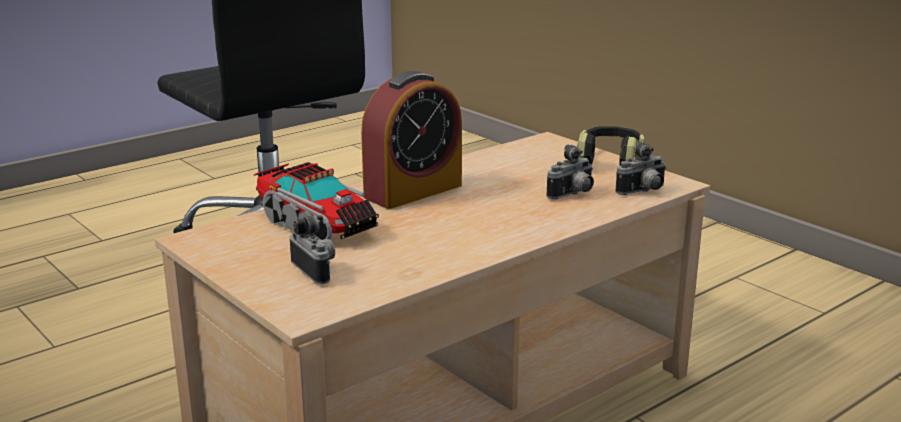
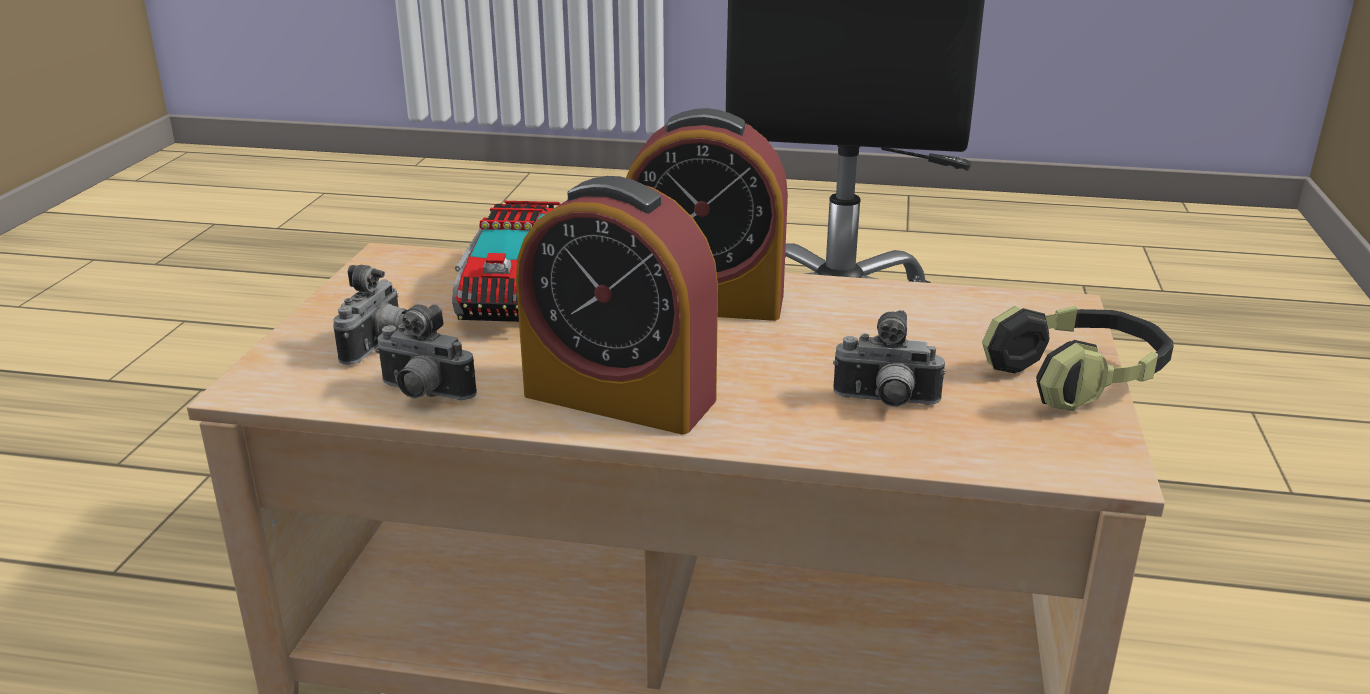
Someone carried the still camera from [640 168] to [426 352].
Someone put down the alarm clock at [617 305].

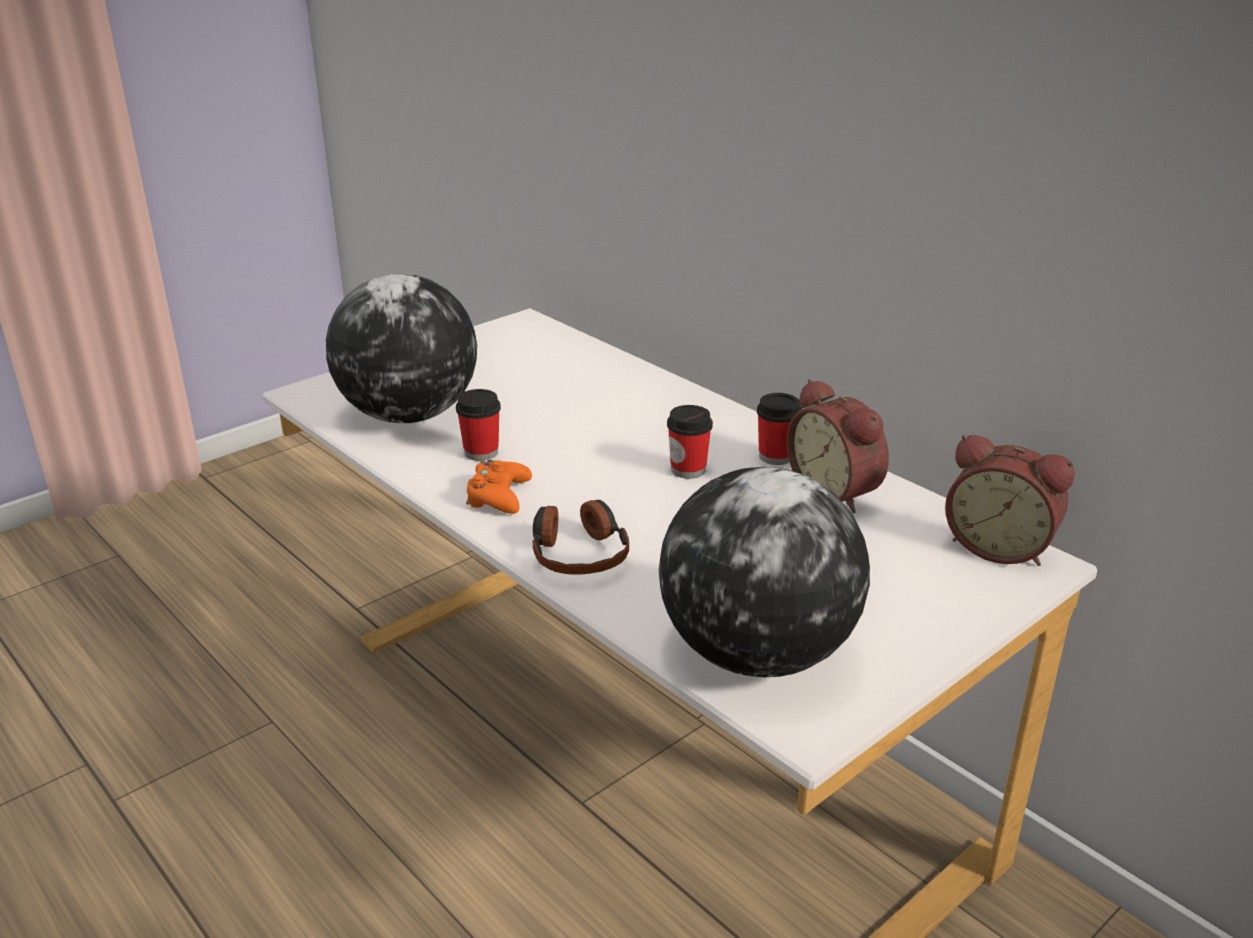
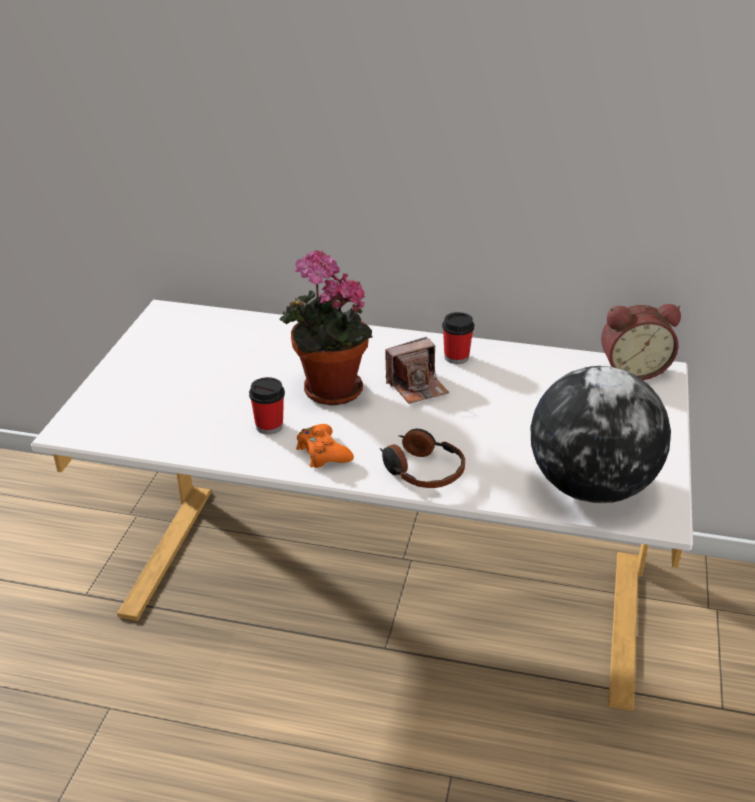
Someone took away the globe at [401 348].
Someone swapped the small cup at [690 442] for the still camera at [417 370].
Someone took away the alarm clock at [837 446].
Someone put down the houseplant at [325 327].

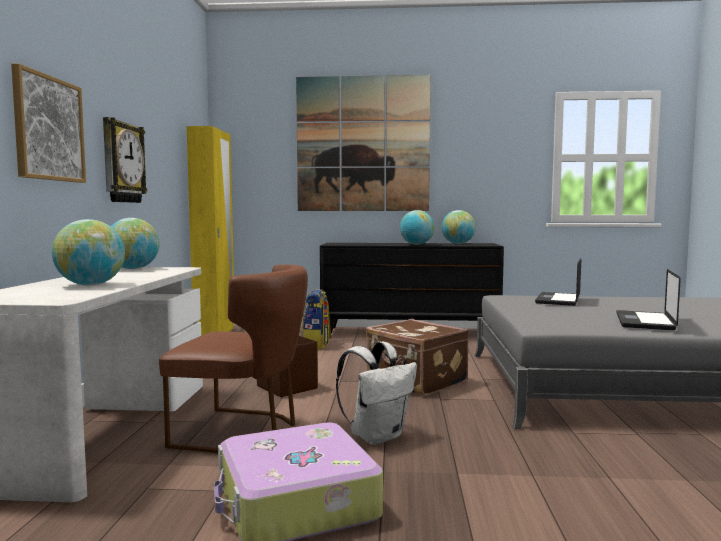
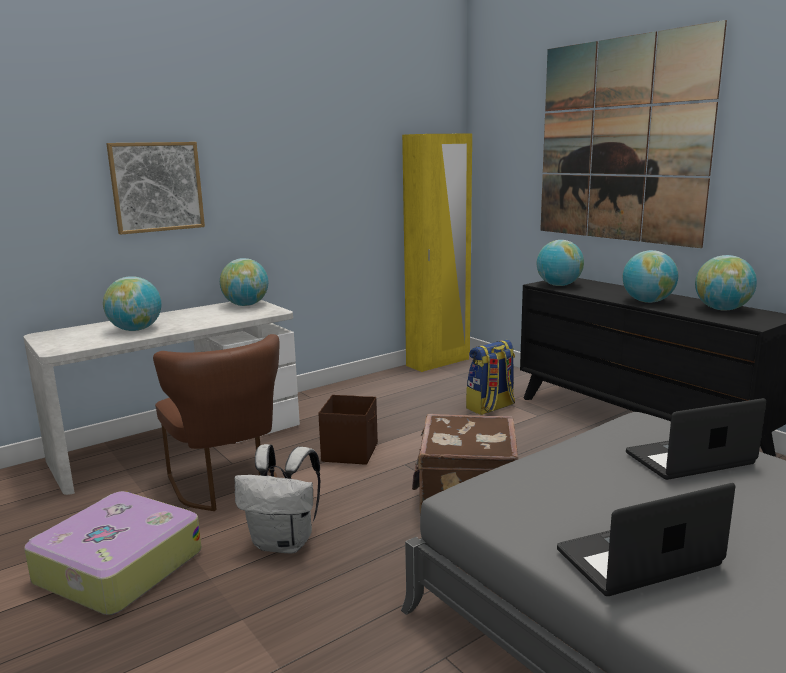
Someone took away the clock on the wall at [125 160].
Someone put down the globe at [560 263].

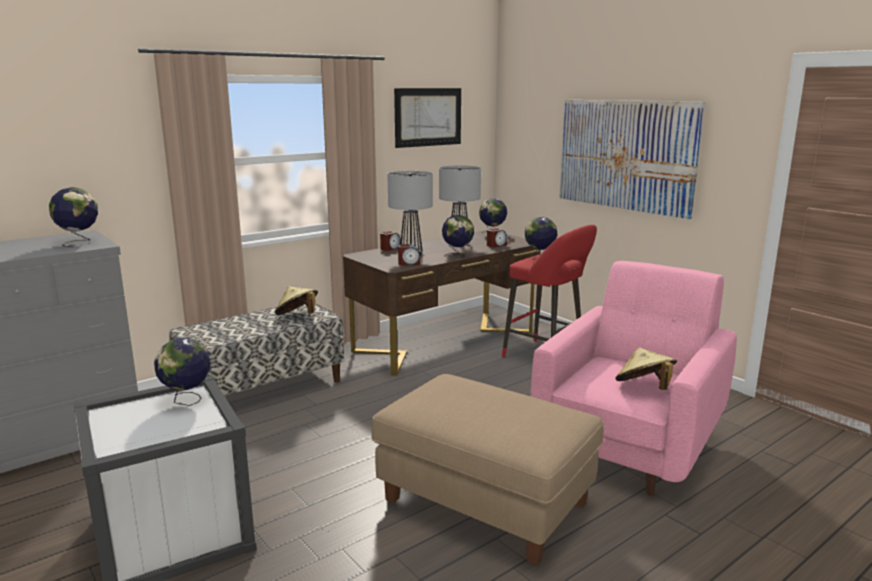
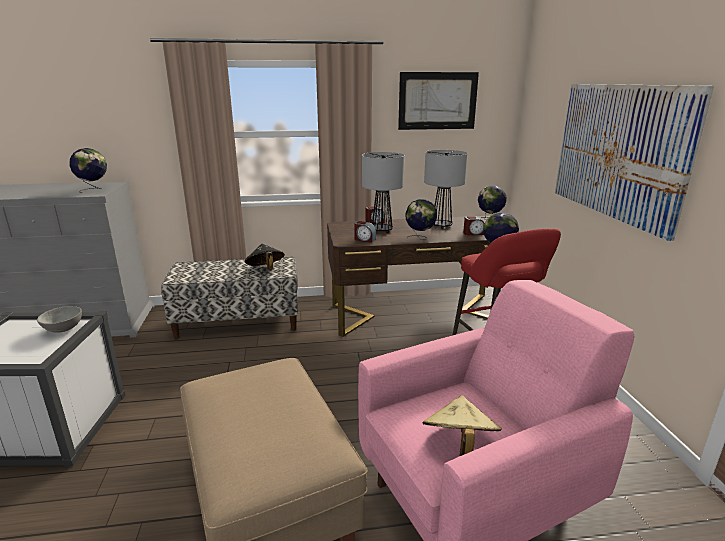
Someone swapped the globe at [182 371] for the gray deep dish at [59 319].
Someone repainted the sand-coloured wearable hat at [296 300], which became the black wearable hat at [265 257].

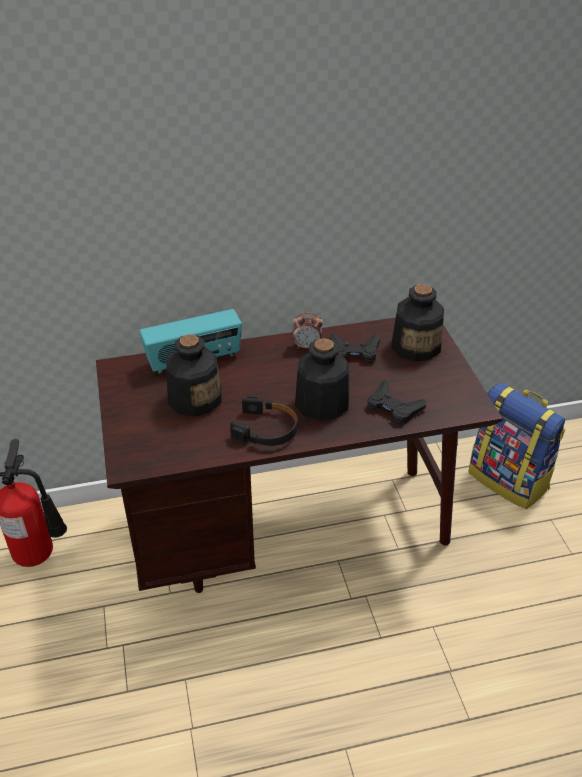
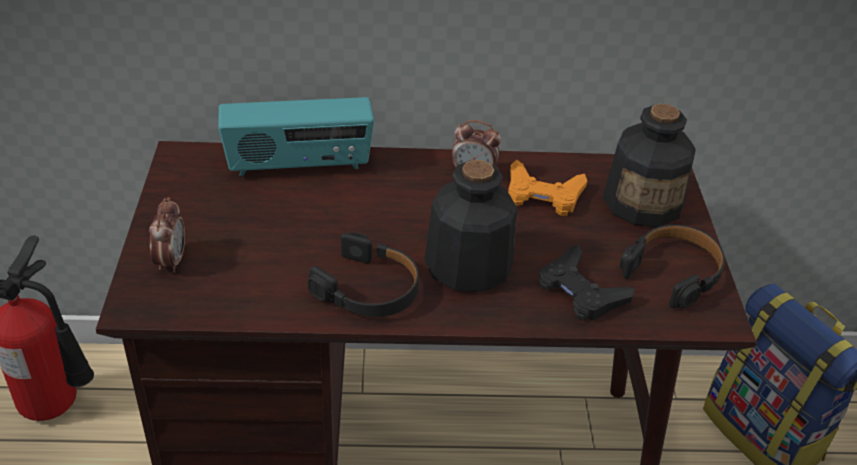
Someone took away the bottle at [194 375].
Someone repainted the black joypad at [355 348], which became the orange joypad at [547 188].
Someone put down the alarm clock at [167 235].
Someone put down the black headset at [672 266].

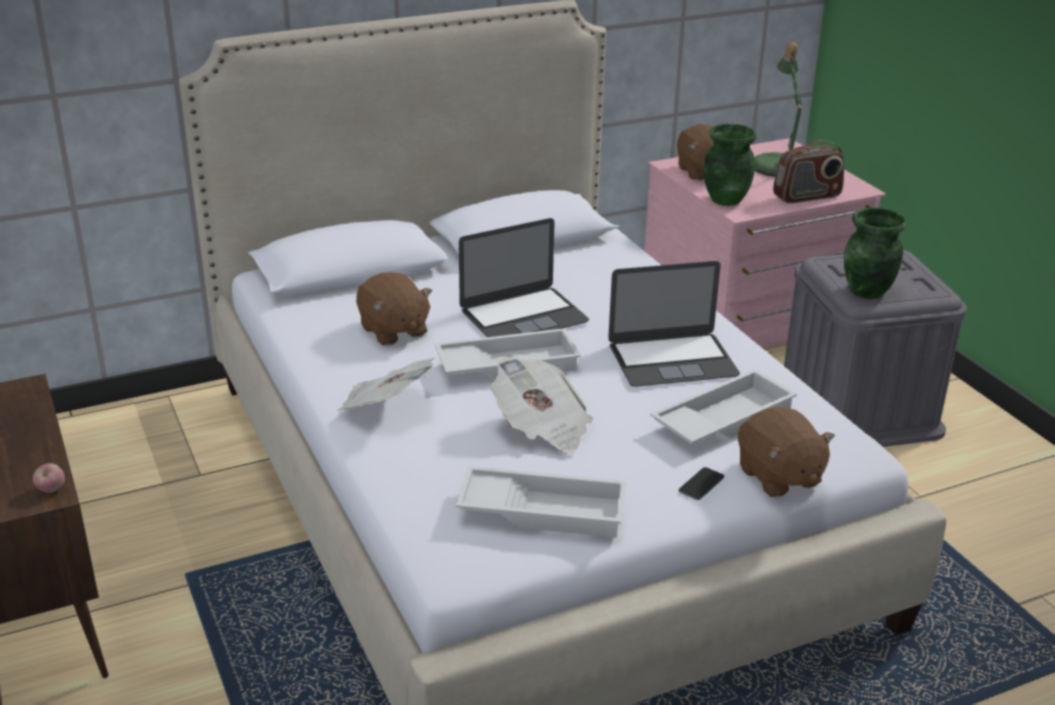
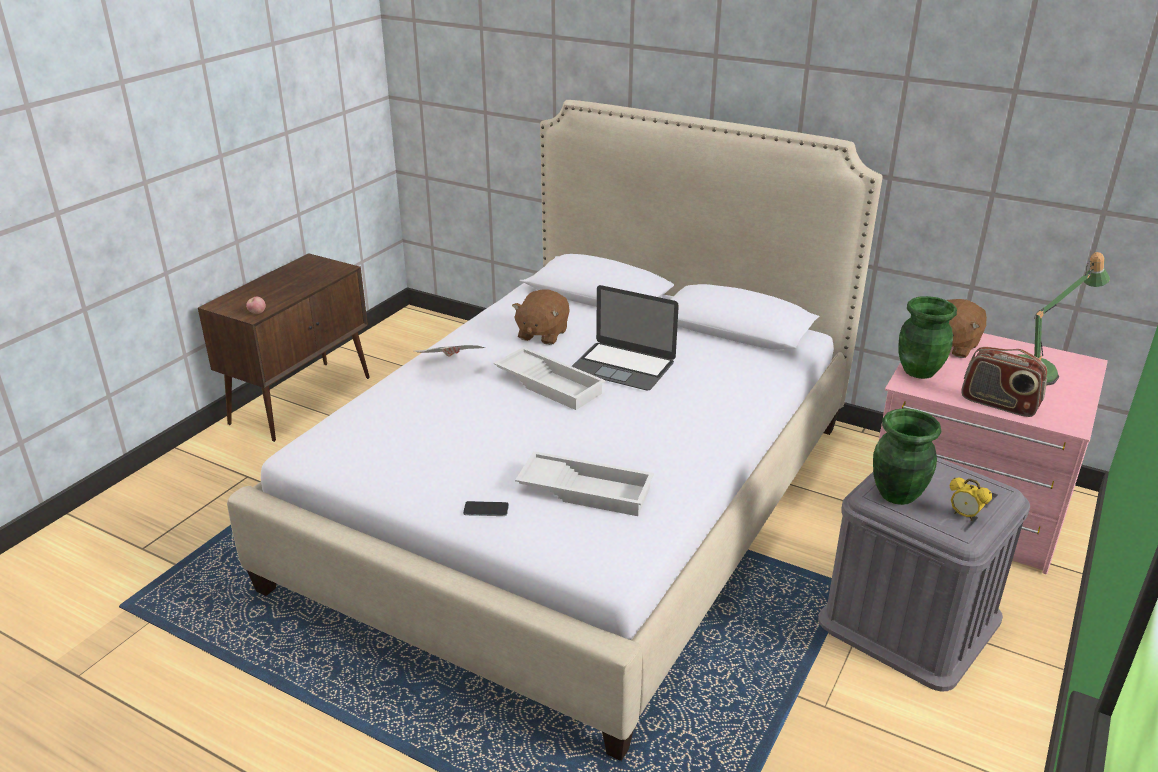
Someone took away the white carrying tray at [541 502].
Someone took away the daily paper at [541 405].
Someone took away the notebook computer at [674 324].
Someone took away the brownish soft toy at [786 453].
Someone put down the alarm clock at [971 499].

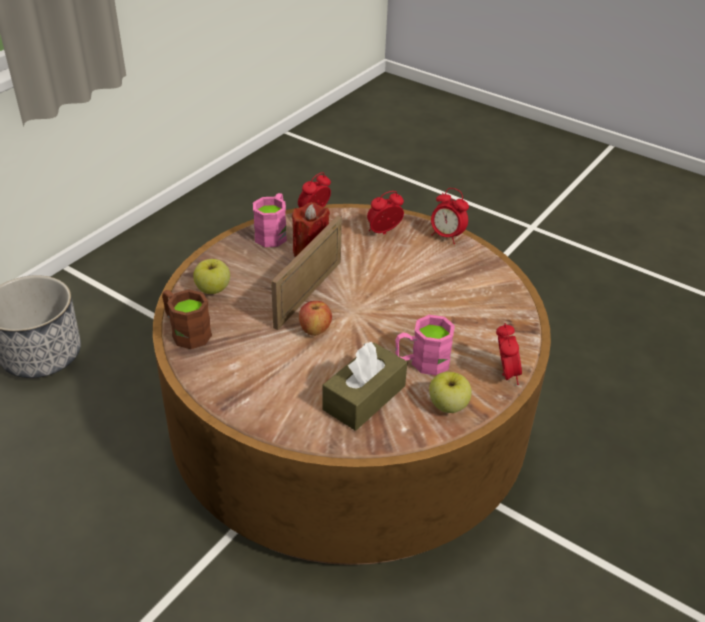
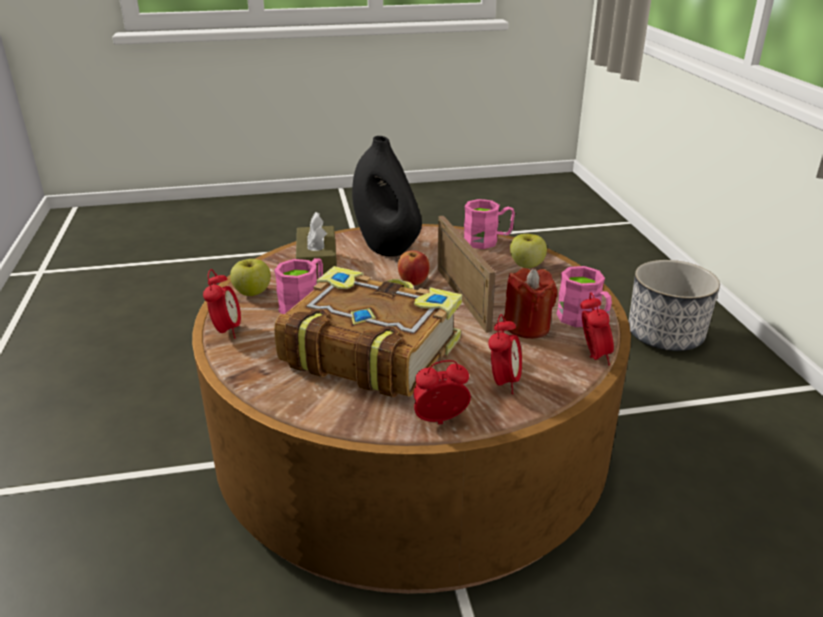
Someone repainted the brownish coffee mug at [187 319], which became the pinkish coffee mug at [489 224].
Someone rotated the alarm clock at [509 354] by 135 degrees counterclockwise.
Someone put down the bound book at [368 331].
Someone put down the black flower vase at [387 196].

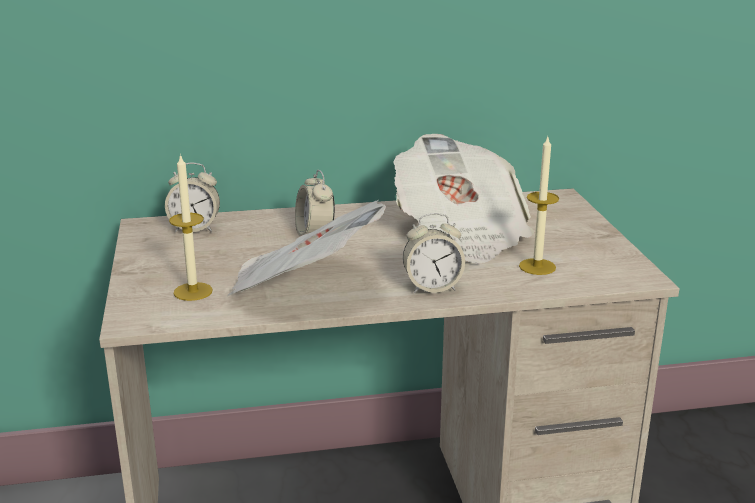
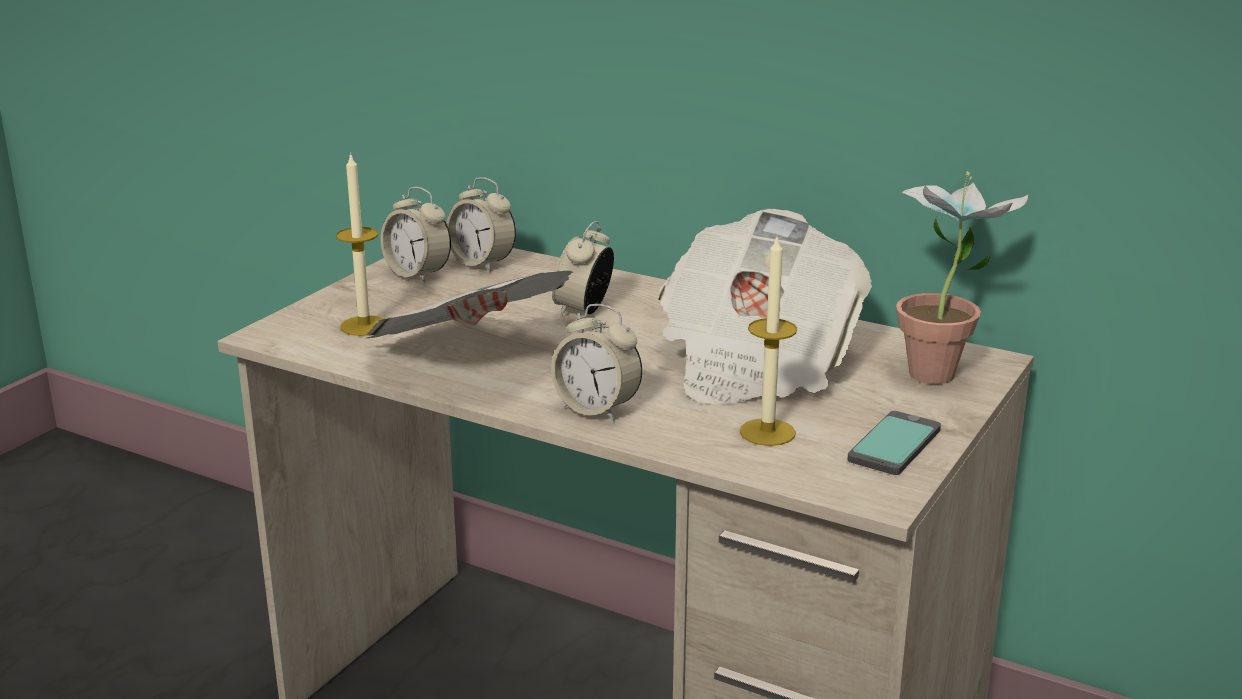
Someone put down the alarm clock at [416 235].
Someone put down the phone at [894 443].
Someone put down the houseplant at [962 277].

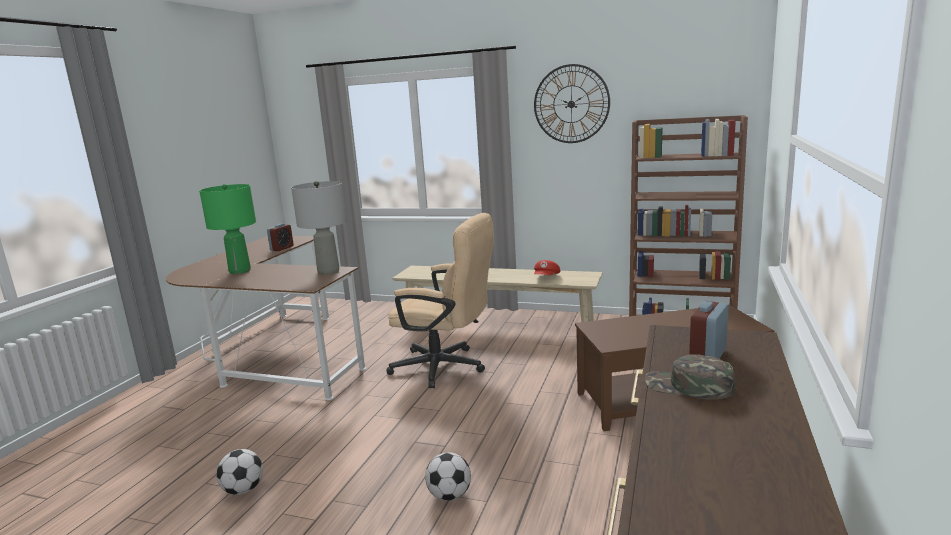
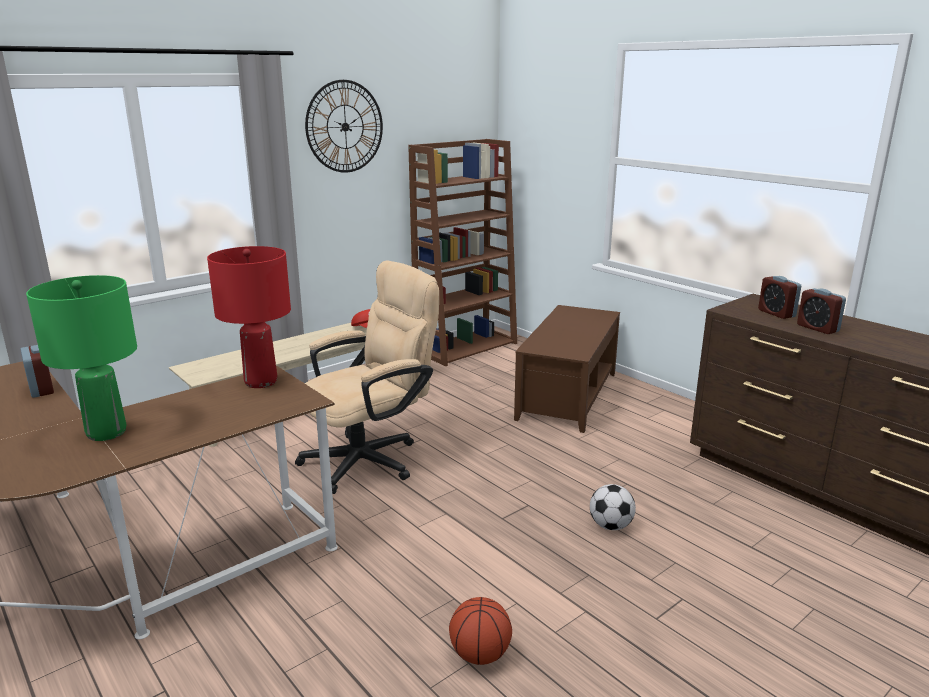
Someone swapped the ball for football at [239 472] for the ball for basketball at [480 631].
Someone repainted the gray tabletop lamp at [319 228], which became the reddish tabletop lamp at [249 317].
Someone swapped the greenish cap at [690 376] for the alarm clock at [821 311].

